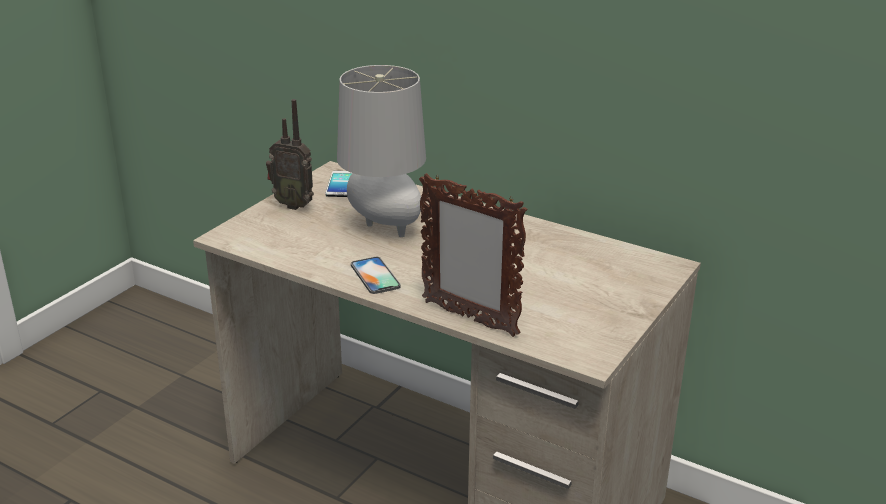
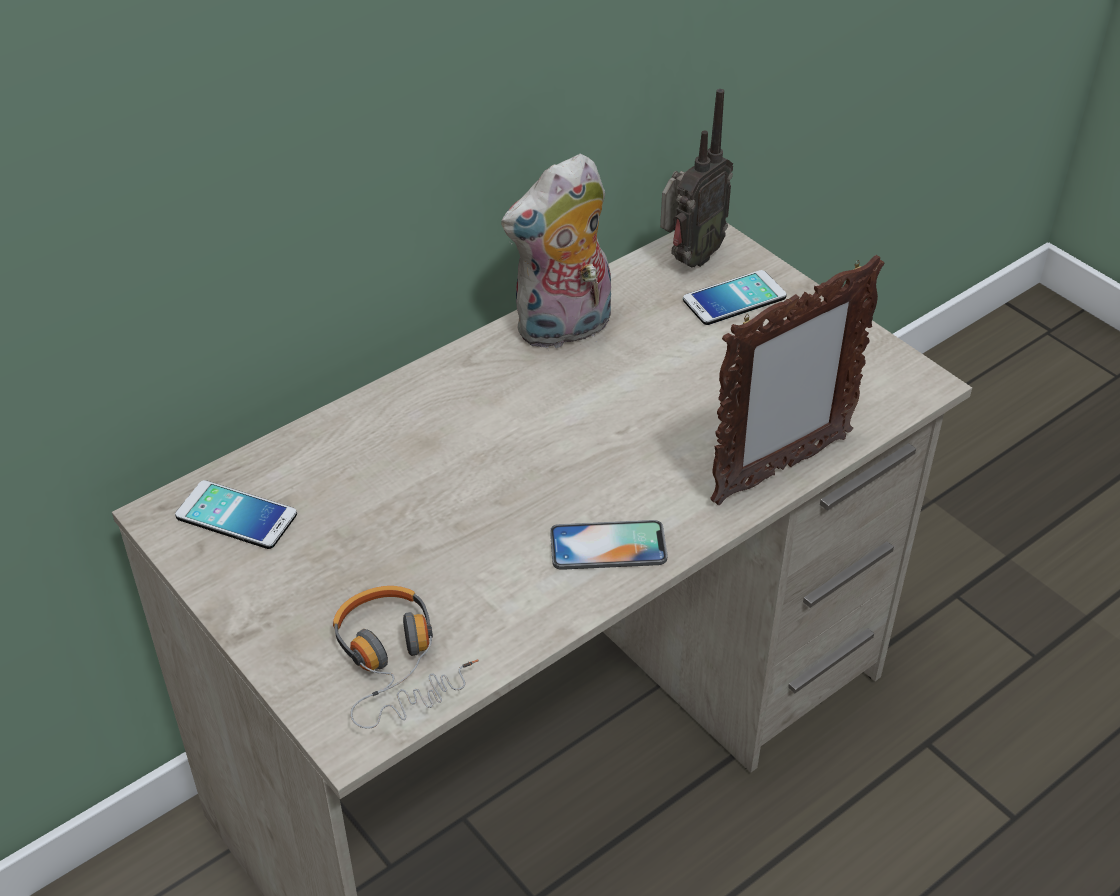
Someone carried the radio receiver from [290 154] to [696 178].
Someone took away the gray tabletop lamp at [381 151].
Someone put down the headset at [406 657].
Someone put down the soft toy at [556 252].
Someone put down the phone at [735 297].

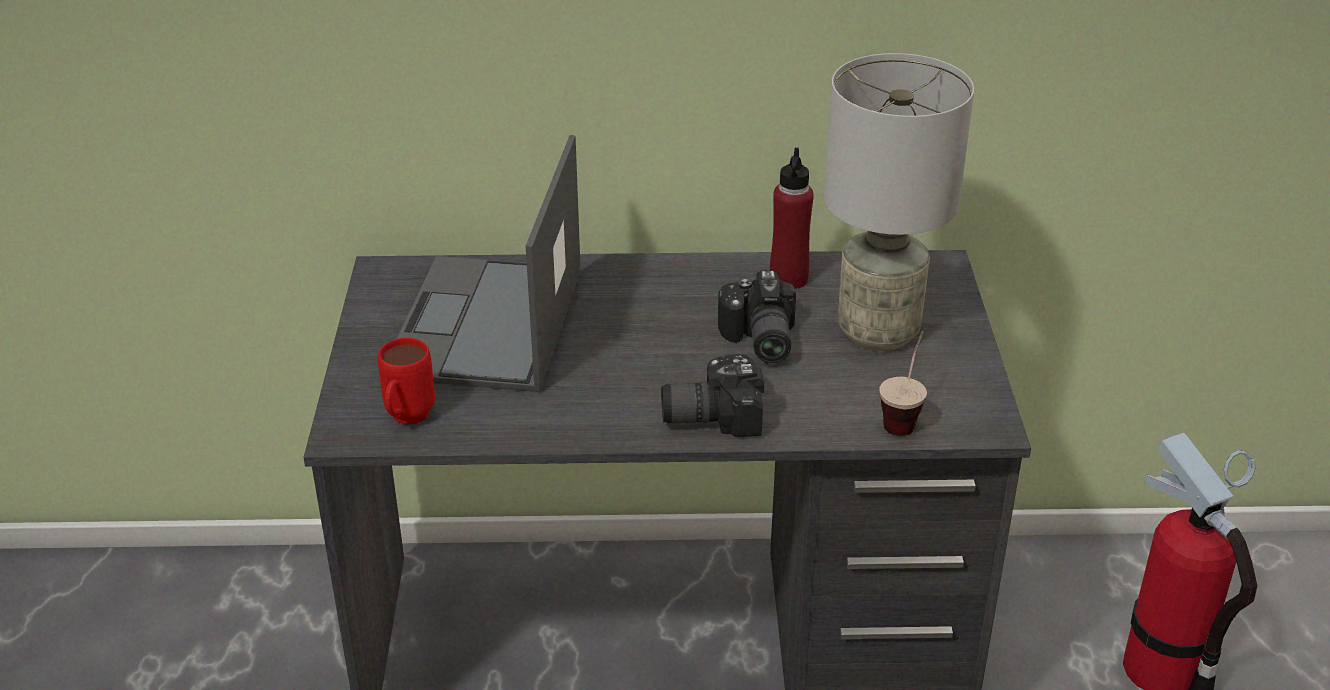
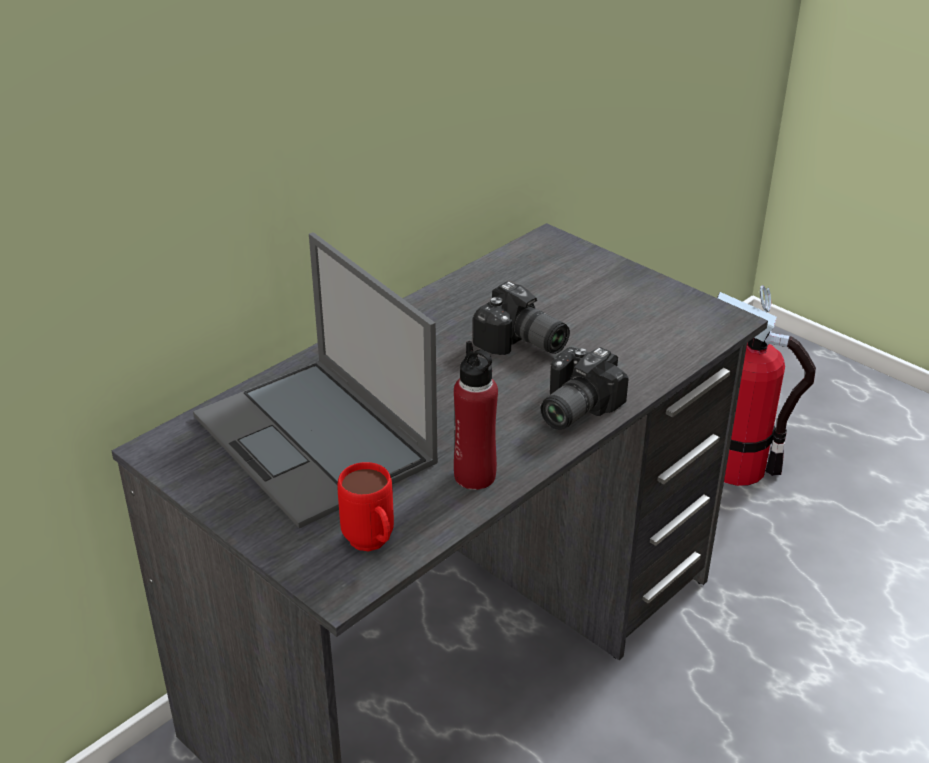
Someone carried the reddish bottle from [792 218] to [476 415].
Someone took away the gray tabletop lamp at [899 202].
Someone took away the small cup at [903 383].

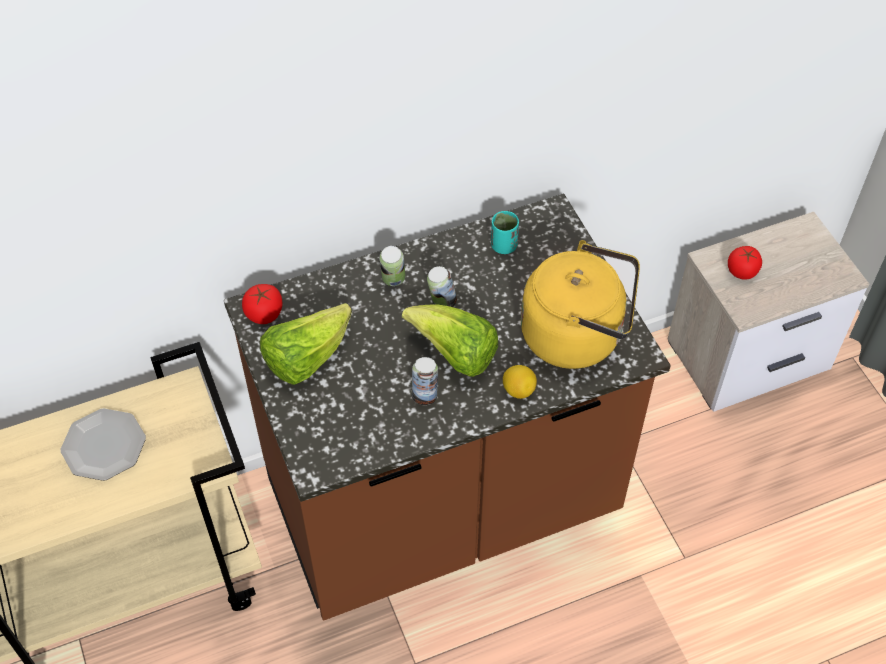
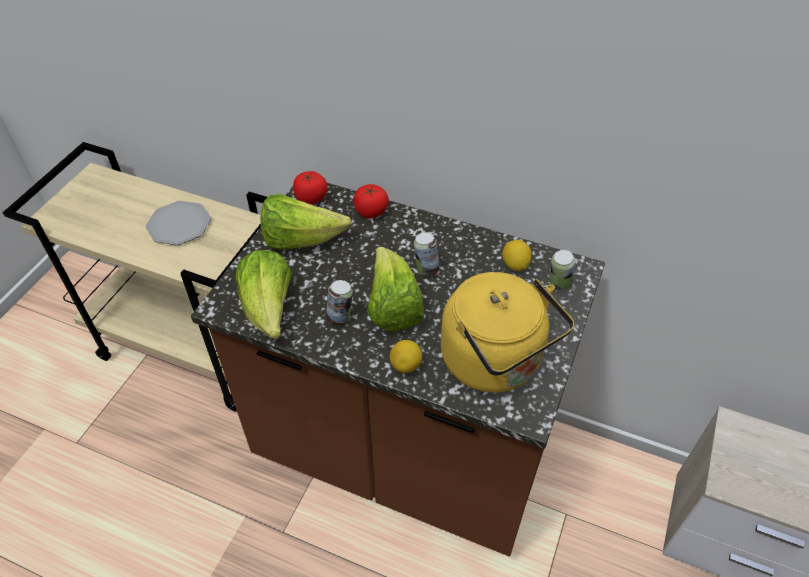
Someone carried the sealed can from [392 266] to [562 270].
Someone swapped the turquoise-coloured small cup at [505 232] for the lemon at [517 255].
Someone carried the fresh tomato from [745 263] to [371 201].
Someone put down the head of lettuce at [264 294].

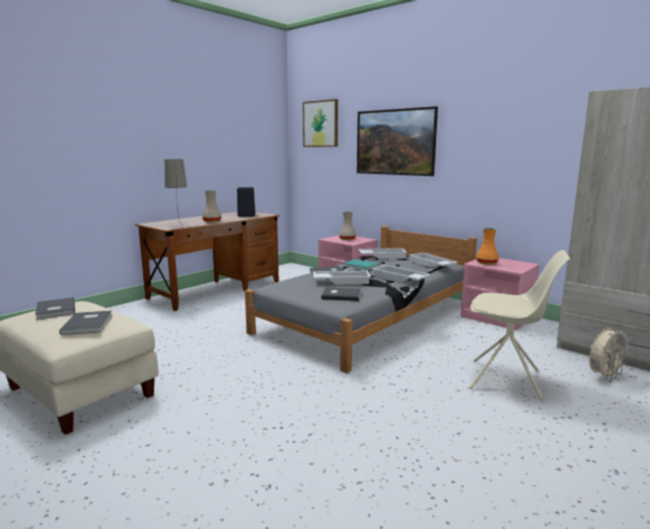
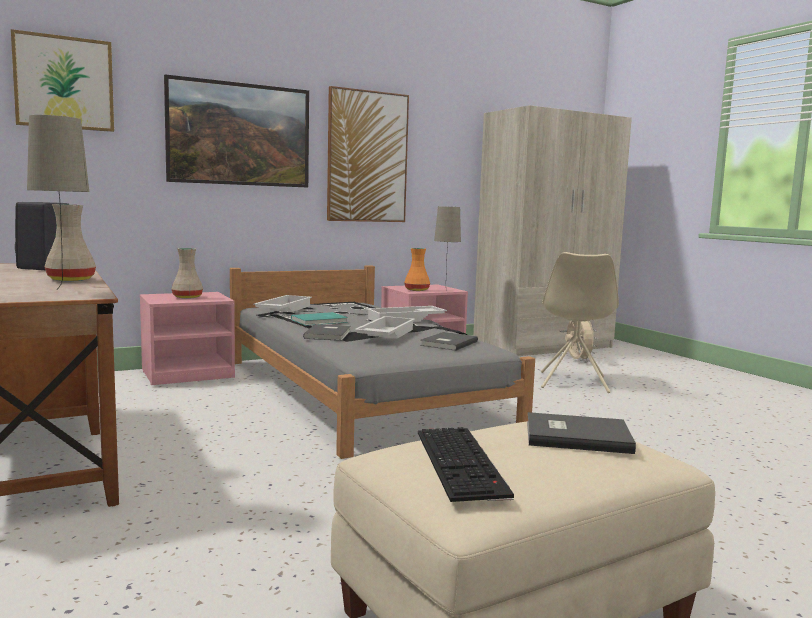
Someone swapped the gray bound book at [55 308] for the PC keyboard at [466 464].
Someone took away the white carrying tray at [433 260].
Someone rotated the sand-coloured plain chair at [520 325] by 150 degrees clockwise.
Someone put up the wall art at [368 154].
Someone put down the sand-coloured tabletop lamp at [447 238].

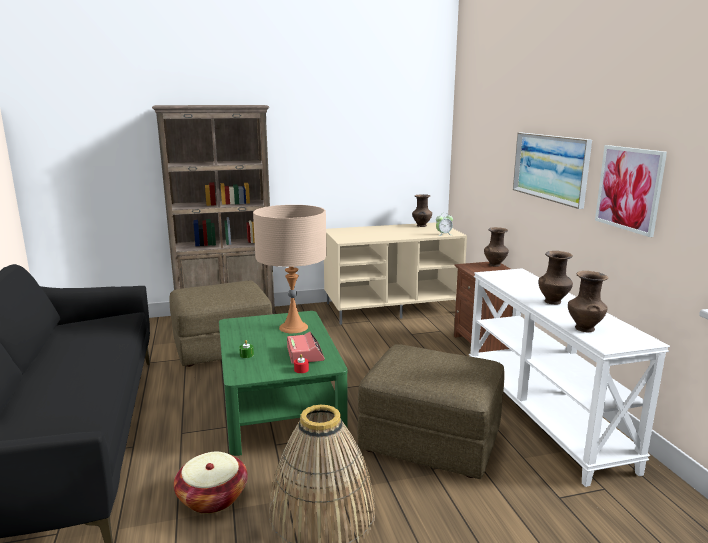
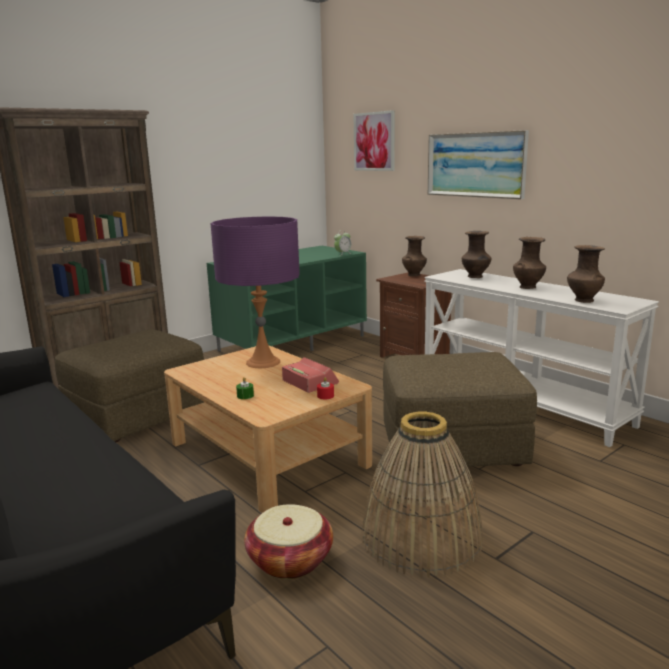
Someone repainted the greenish low table at [283 383], which became the sand-coloured low table at [268 429].
Someone repainted the sand-coloured tabletop lamp at [290 269], which became the purple tabletop lamp at [255 292].
Someone repainted the sand-coloured tv unit at [395 273], which became the greenish tv unit at [287 298].
Someone carried the brownish flower vase from [422 210] to [477 254].
Someone carried the wall art from [631 191] to [374 140].

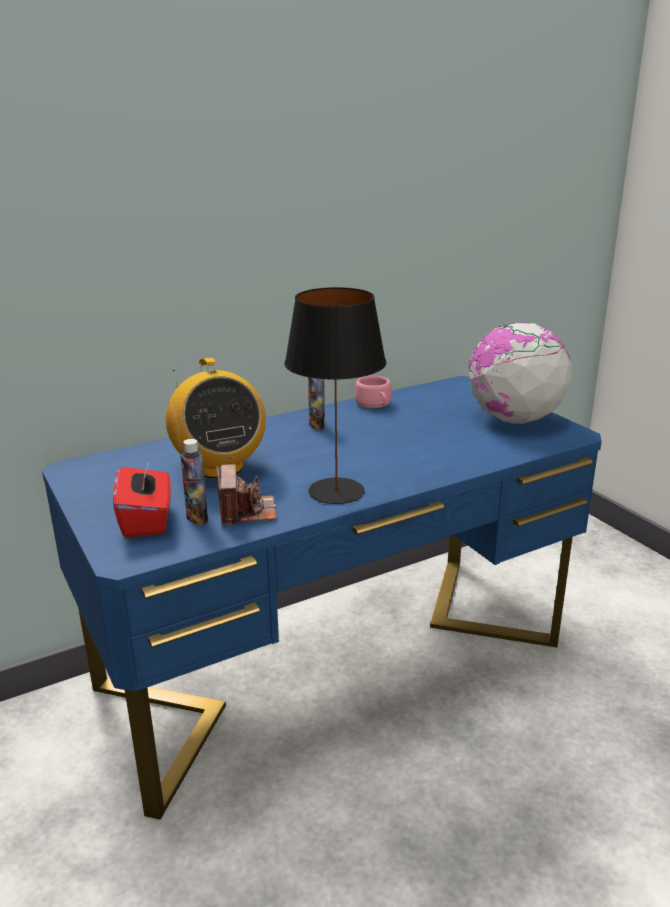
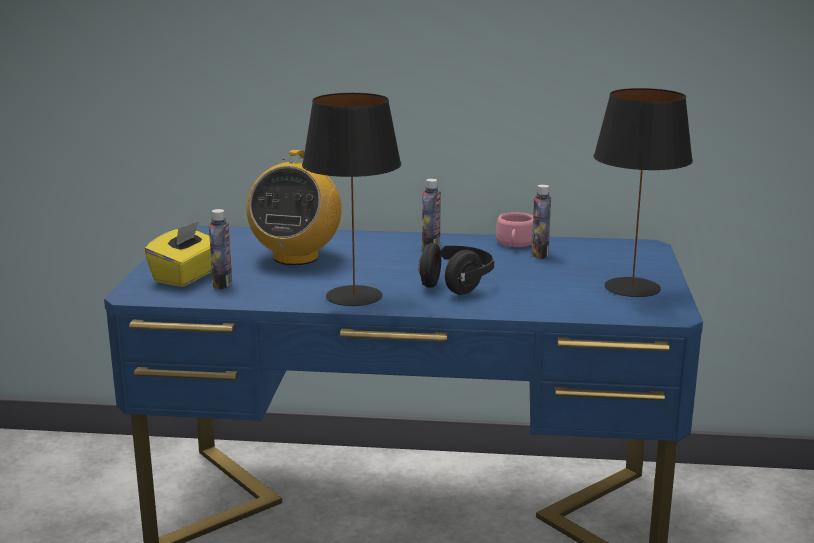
Someone repainted the reddish box of tissues at [142 496], which became the yellow-coloured box of tissues at [178 254].
Someone took away the still camera at [246 495].
Someone swapped the globe at [520 373] for the black tabletop lamp at [643 192].
Someone put down the black headset at [456 269].
Someone put down the bottle at [541 221].

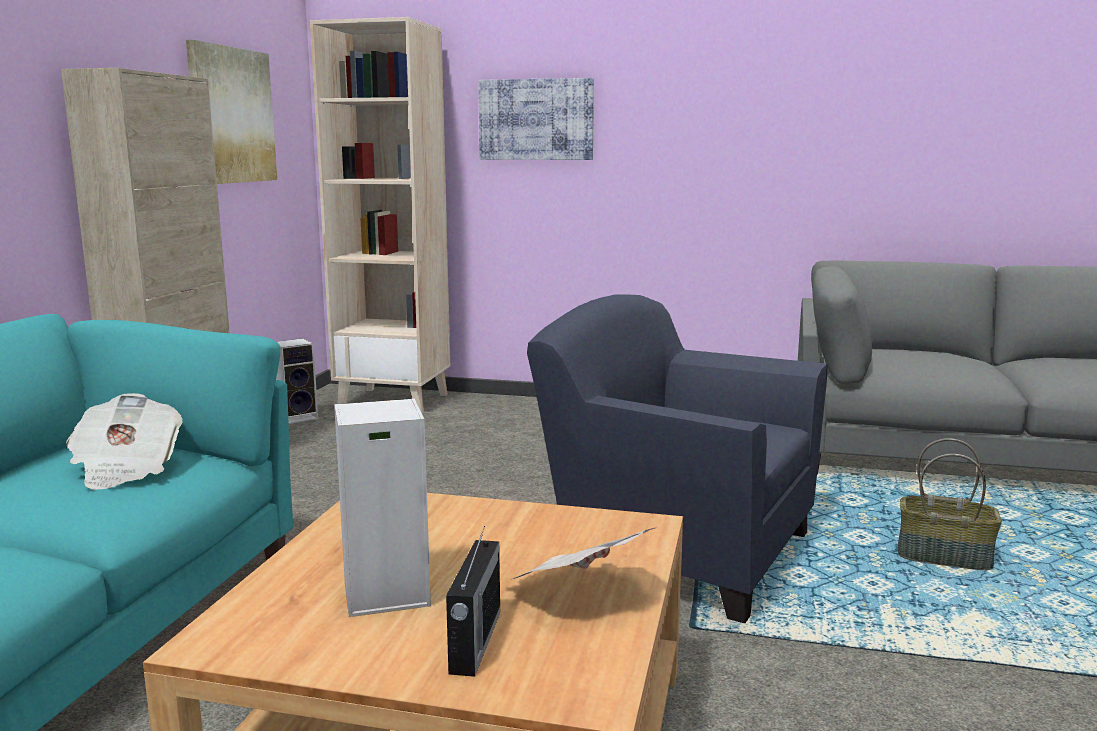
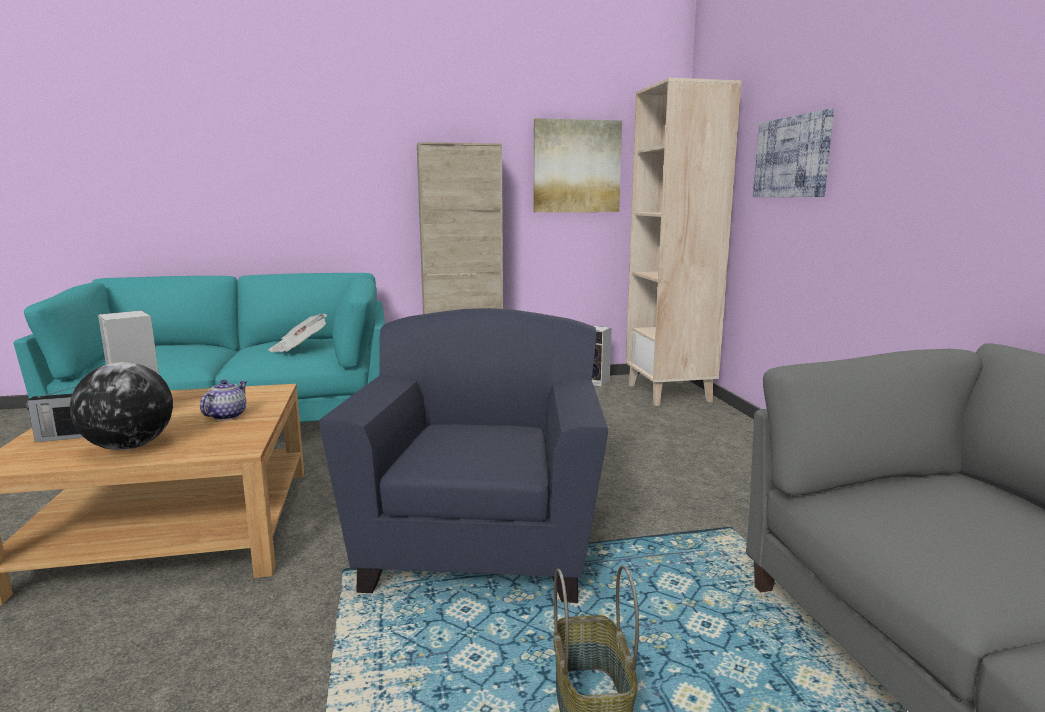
Someone swapped the daily paper at [582 554] for the globe at [121 406].
Someone put down the teapot at [223 400].

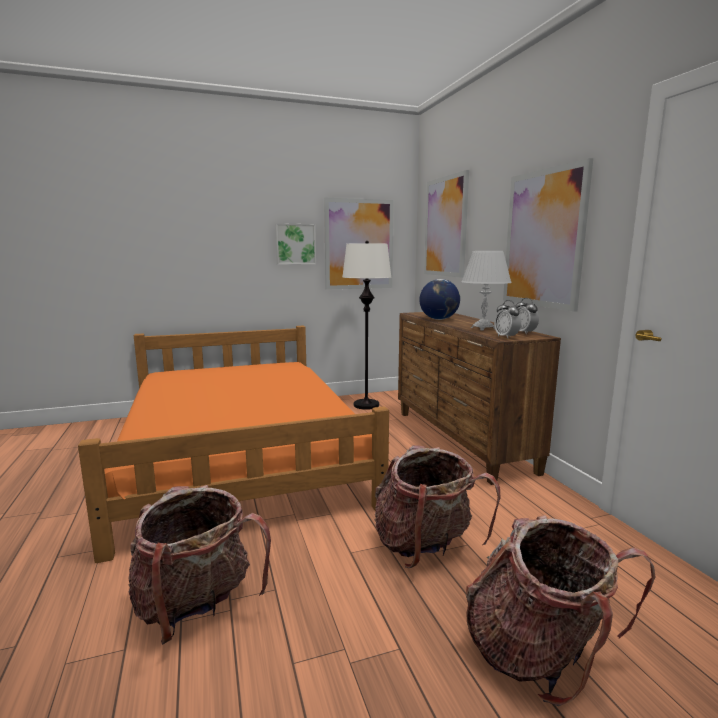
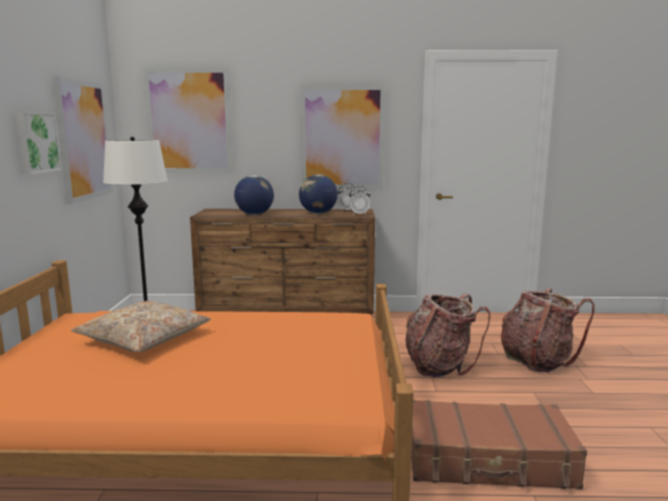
Someone swapped the rucksack at [199 565] for the brownish travel case at [499 444].
Someone swapped the white tabletop lamp at [486 291] for the globe at [318 194].
Someone put down the sand-coloured pillow at [141 327].

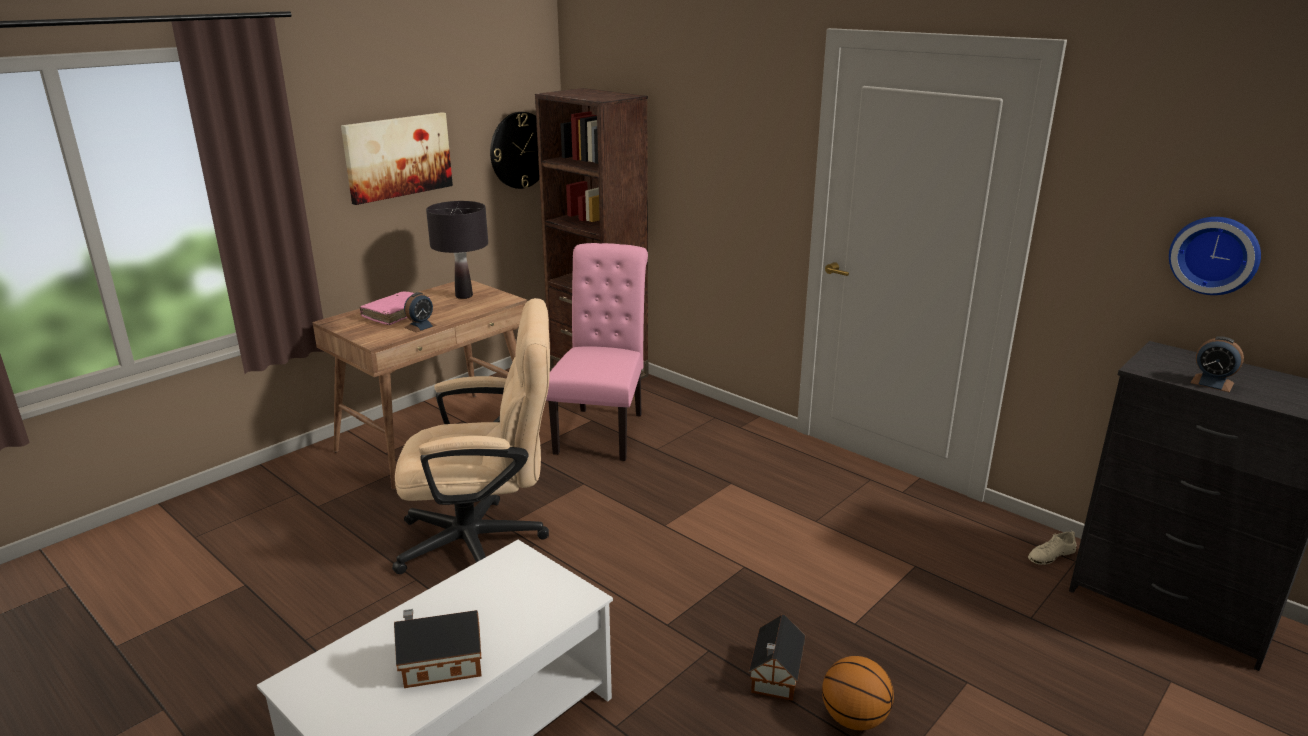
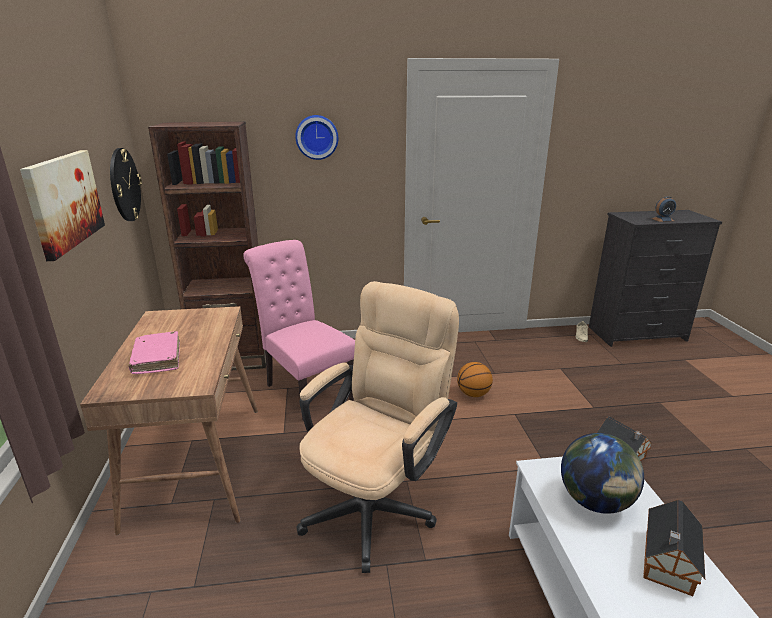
Someone took away the alarm clock at [420 312].
Someone took away the black tabletop lamp at [457 250].
Someone carried the ball for basketball from [858 693] to [475 379].
Someone carried the clock on the wall from [1215 256] to [316 137].
Someone put down the globe at [602 473].

